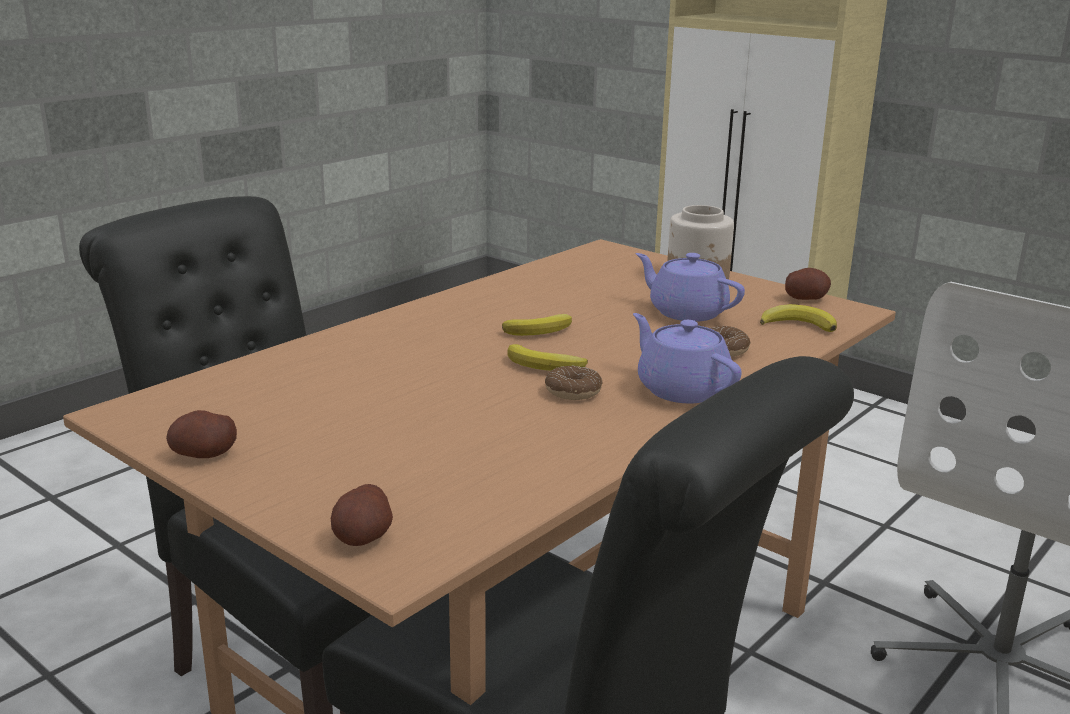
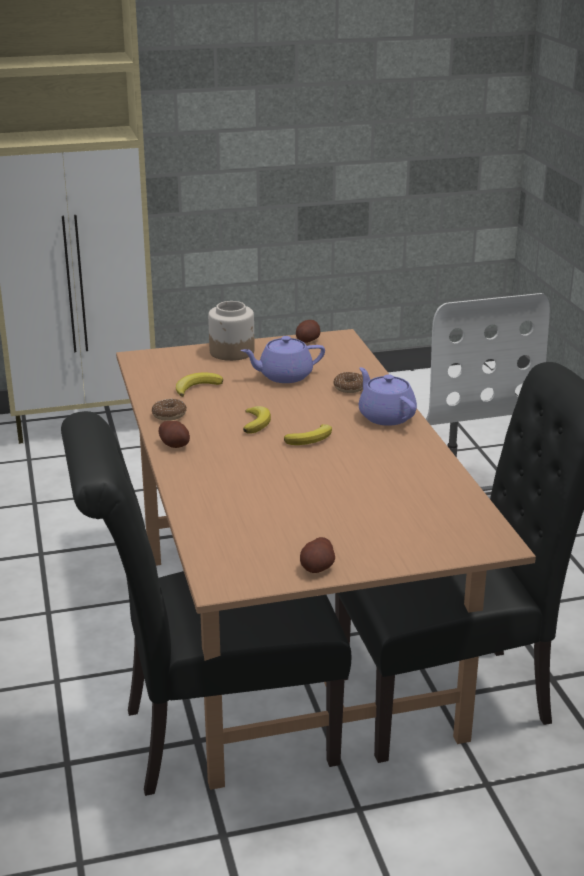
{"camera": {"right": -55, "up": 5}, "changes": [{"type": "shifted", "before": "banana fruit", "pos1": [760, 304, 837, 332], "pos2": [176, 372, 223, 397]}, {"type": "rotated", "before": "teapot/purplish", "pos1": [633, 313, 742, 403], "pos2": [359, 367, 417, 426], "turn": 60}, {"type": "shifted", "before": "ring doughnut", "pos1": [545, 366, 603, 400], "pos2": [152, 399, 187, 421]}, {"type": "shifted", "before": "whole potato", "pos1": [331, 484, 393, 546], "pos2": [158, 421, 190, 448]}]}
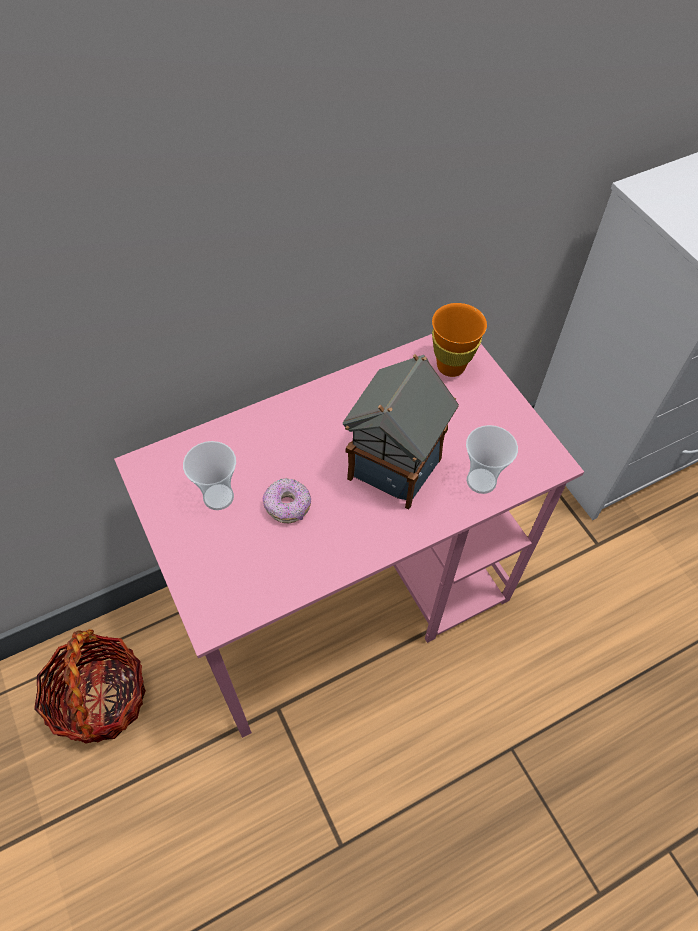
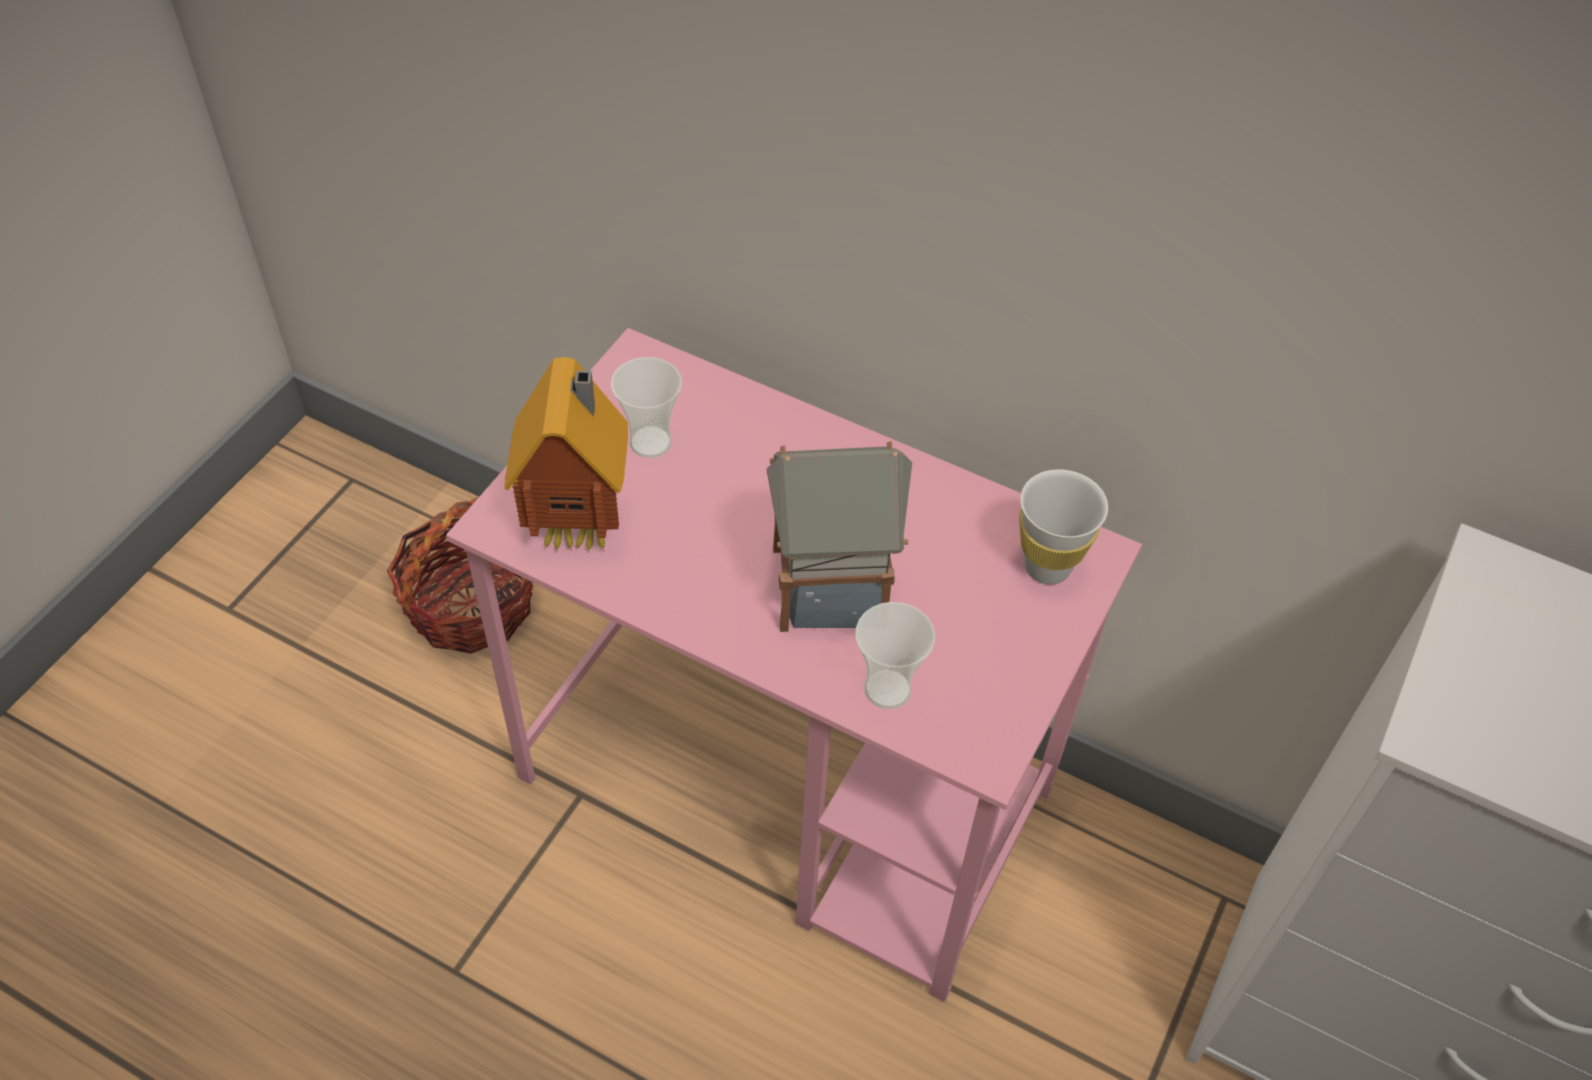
{"camera": {"right": 55, "up": -5}, "changes": [{"type": "repainted", "before": "small cup/orange-coloured", "after": "small cup/white-coloured", "pos1": [432, 303, 487, 377], "pos2": [1019, 469, 1108, 585]}, {"type": "gone", "before": "ring doughnut", "pos1": [263, 478, 311, 523]}, {"type": "new", "after": "miniature house", "pos2": [504, 357, 628, 553]}]}
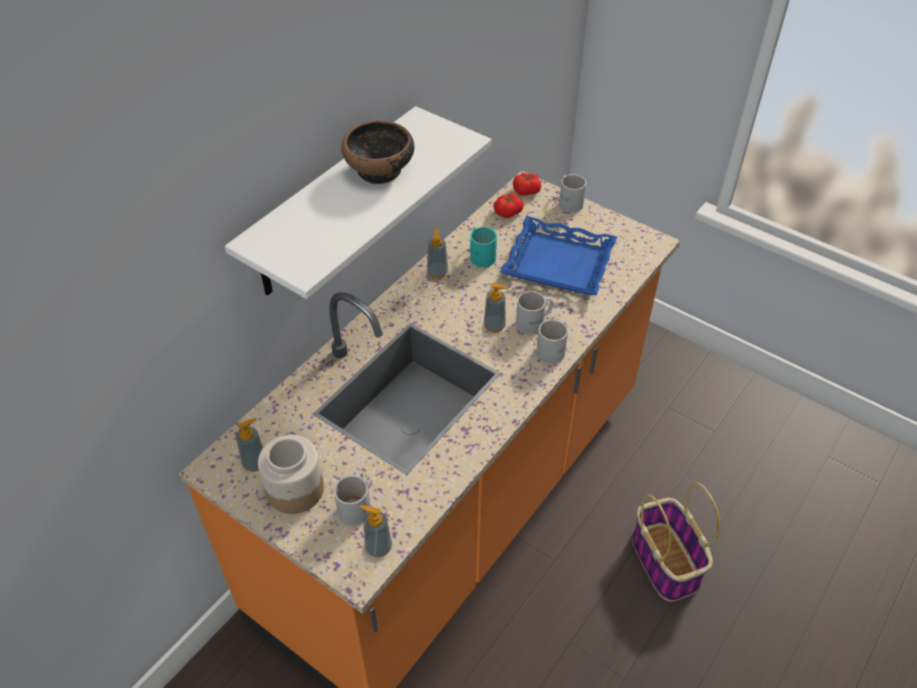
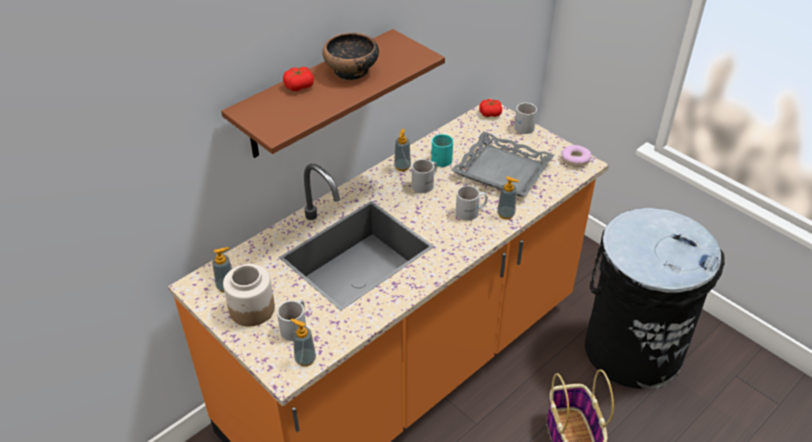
{"camera": {"right": 10, "up": -5}, "changes": [{"type": "repainted", "before": "shelf/white-coloured", "after": "shelf/brownish", "pos1": [224, 106, 492, 299], "pos2": [221, 29, 445, 158]}, {"type": "shifted", "before": "whole tomato", "pos1": [494, 193, 524, 218], "pos2": [283, 67, 314, 91]}, {"type": "repainted", "before": "carrying tray/bluish", "after": "carrying tray/gray", "pos1": [500, 216, 617, 295], "pos2": [451, 131, 554, 197]}, {"type": "shifted", "before": "liquid soap bottle", "pos1": [484, 283, 508, 333], "pos2": [497, 176, 519, 219]}, {"type": "shifted", "before": "tea mug/white-coloured", "pos1": [536, 319, 568, 363], "pos2": [412, 159, 437, 193]}, {"type": "new", "after": "ring doughnut", "pos2": [561, 145, 591, 167]}, {"type": "new", "after": "waste bin/blackish", "pos2": [585, 208, 724, 389]}]}
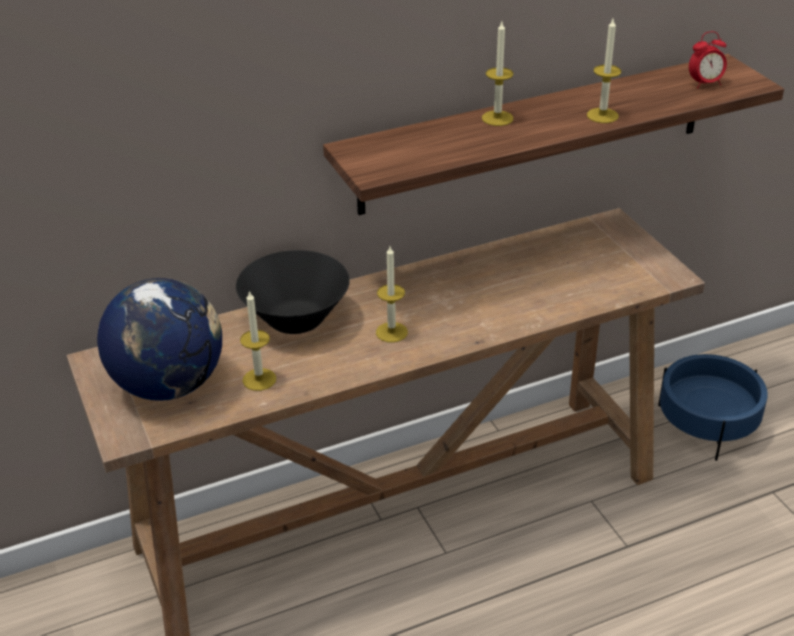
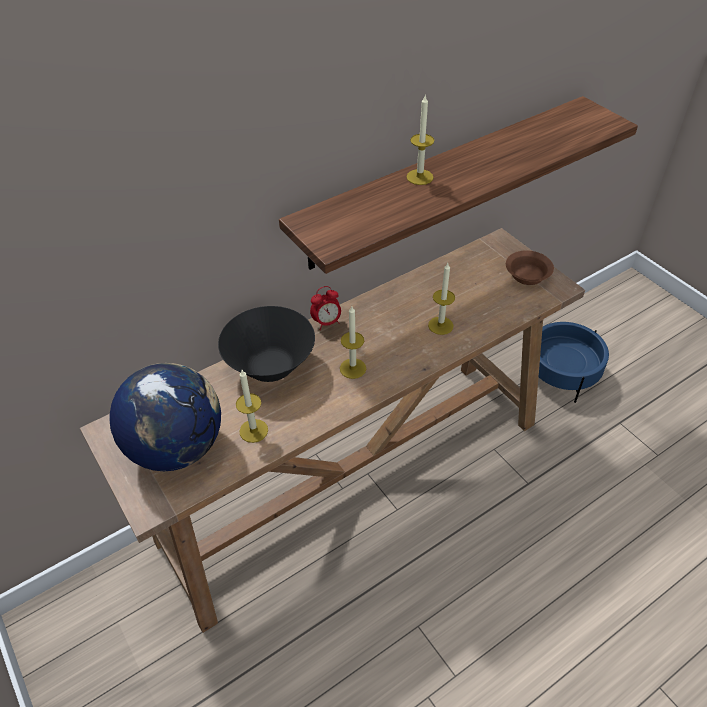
{"camera": {"right": -10, "up": 10}, "changes": [{"type": "shifted", "before": "wax light", "pos1": [587, 19, 621, 123], "pos2": [428, 263, 455, 335]}, {"type": "shifted", "before": "table clock", "pos1": [689, 31, 727, 88], "pos2": [310, 286, 341, 330]}, {"type": "new", "after": "bowl/brownish", "pos2": [506, 250, 554, 285]}]}
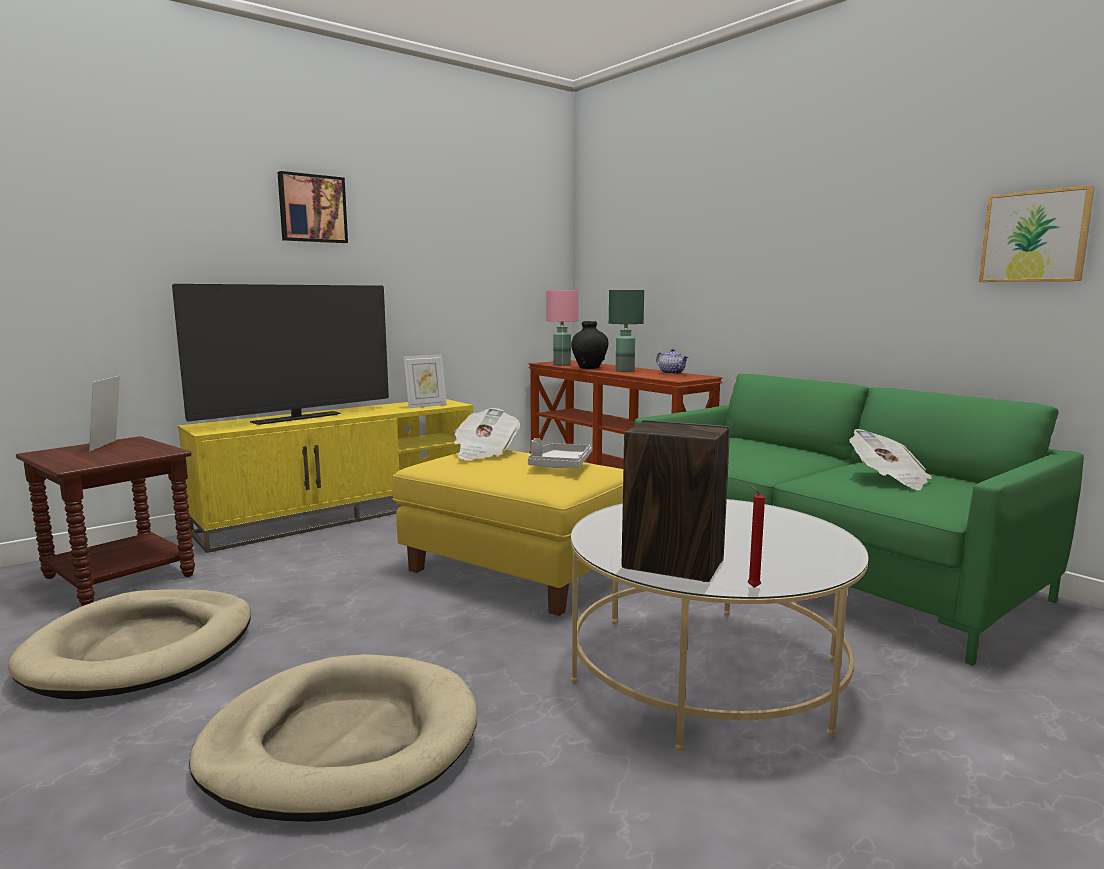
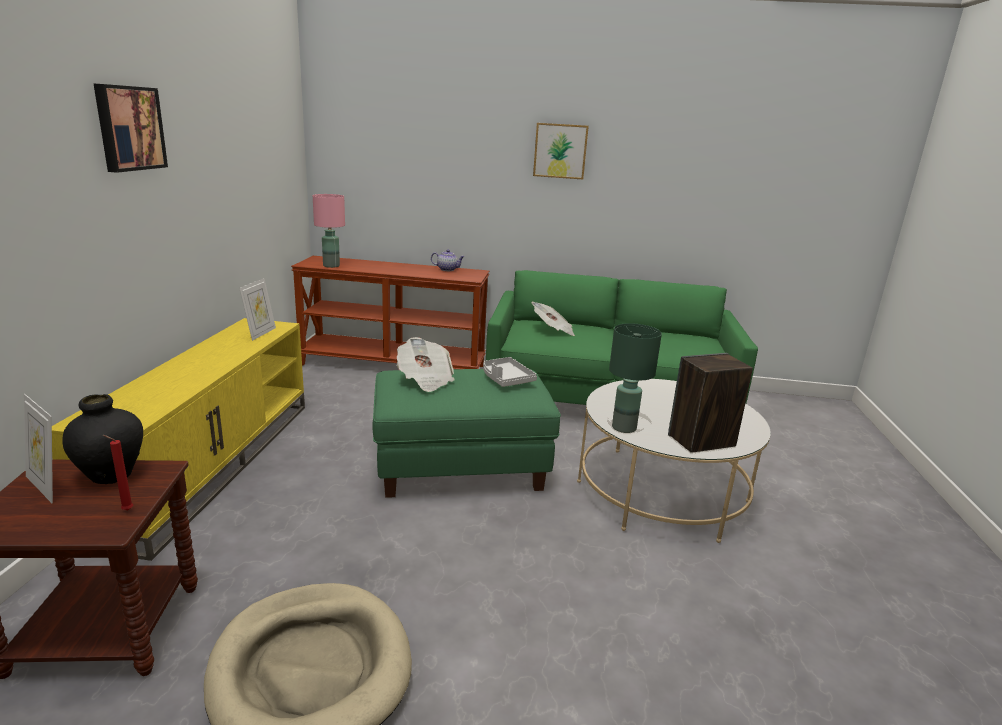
{"camera": {"right": -45, "up": 10}, "changes": [{"type": "shifted", "before": "wall picture", "pos1": [979, 186, 1095, 282], "pos2": [533, 123, 589, 179]}, {"type": "gone", "before": "TV set", "pos1": [172, 284, 389, 425]}, {"type": "shifted", "before": "table lamp/greenish", "pos1": [609, 290, 644, 372], "pos2": [609, 323, 662, 433]}, {"type": "shifted", "before": "flower vase/blackish", "pos1": [571, 321, 608, 369], "pos2": [62, 394, 143, 484]}, {"type": "shifted", "before": "daily paper", "pos1": [849, 429, 932, 490], "pos2": [531, 302, 574, 336]}, {"type": "repainted", "before": "ottoman/yellowish", "after": "ottoman/greenish", "pos1": [392, 450, 623, 616], "pos2": [372, 369, 561, 498]}, {"type": "shifted", "before": "wax light/red-coloured", "pos1": [748, 484, 765, 588], "pos2": [103, 435, 133, 510]}, {"type": "gone", "before": "pet bed/sand-coloured", "pos1": [189, 654, 477, 822]}]}
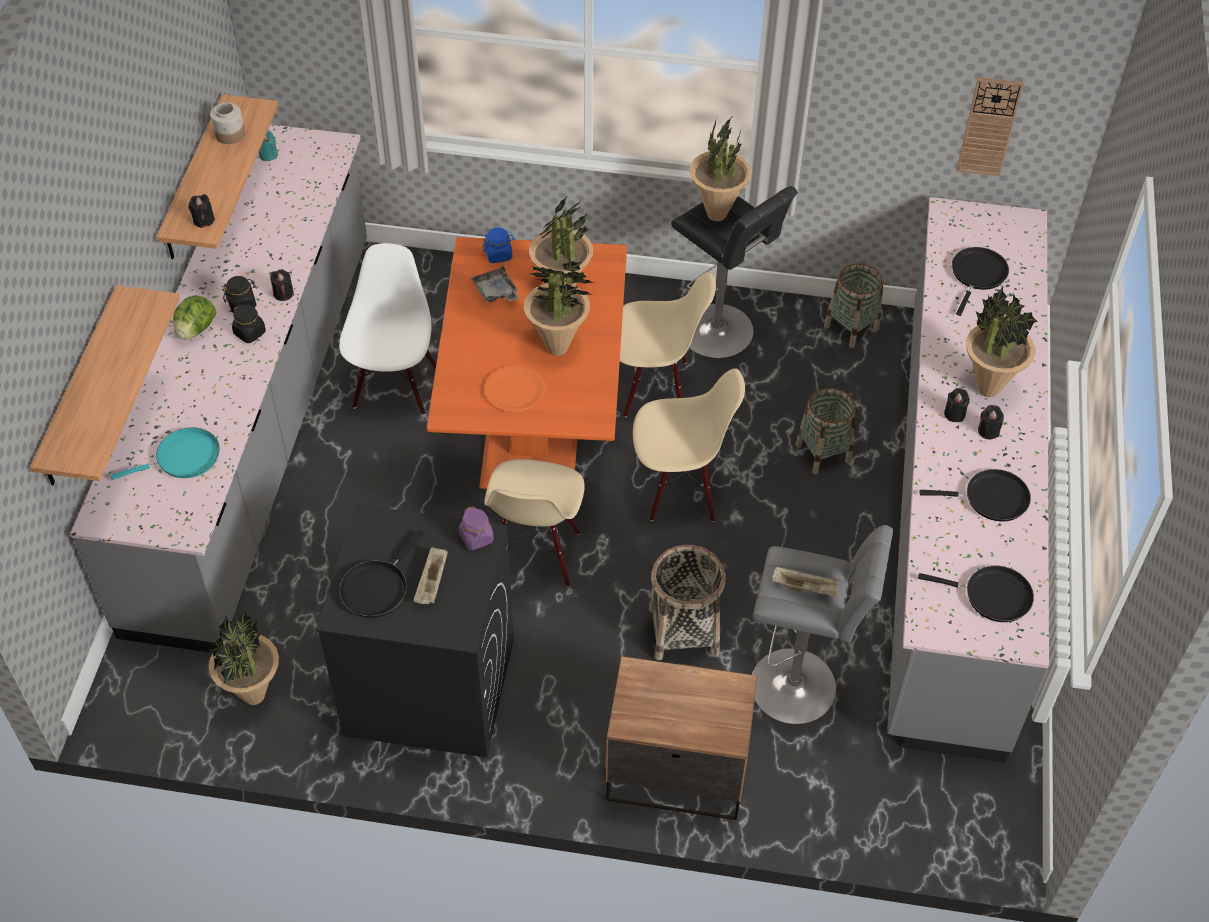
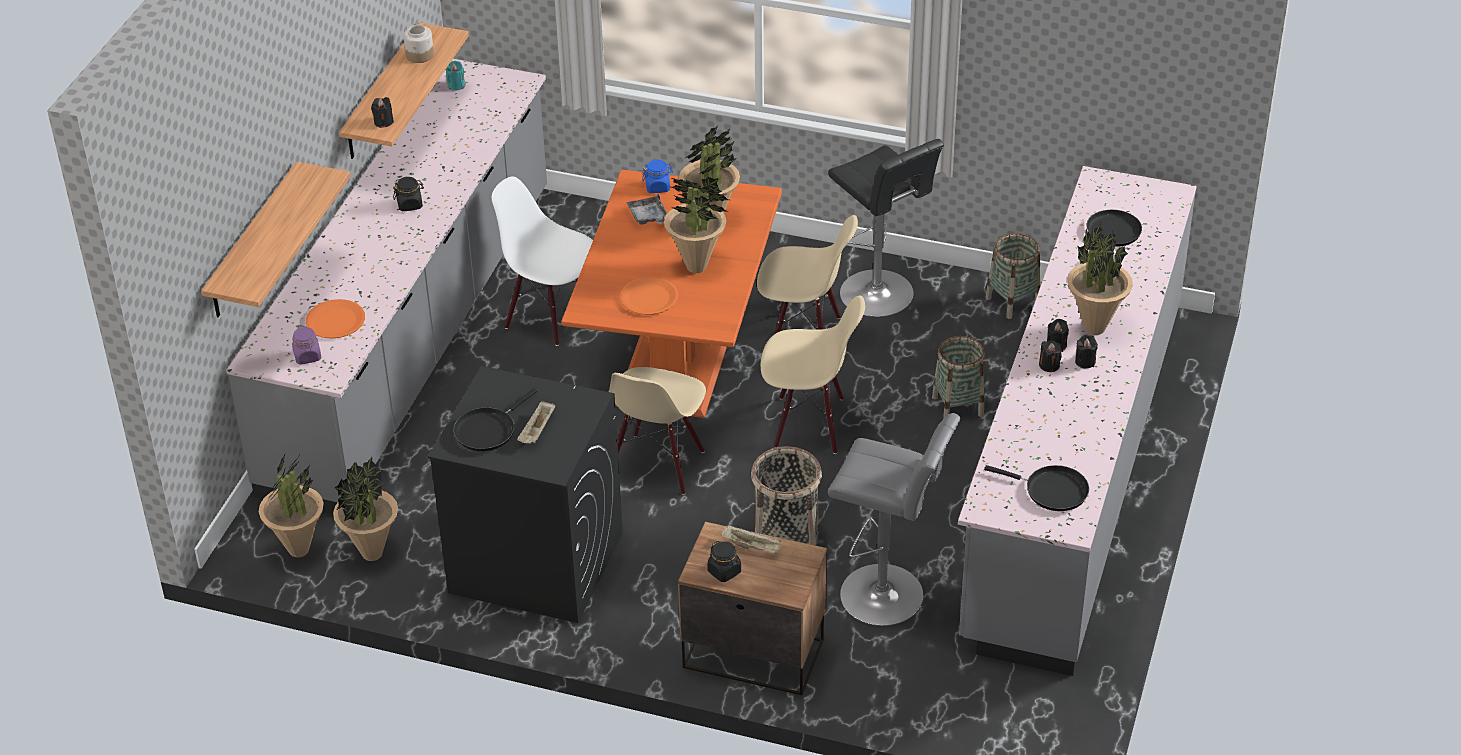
{"camera": {"right": 10, "up": -10}, "changes": [{"type": "gone", "before": "wall clock", "pos1": [957, 77, 1024, 176]}, {"type": "shifted", "before": "houseplant", "pos1": [689, 117, 752, 221], "pos2": [259, 453, 324, 557]}, {"type": "rotated", "before": "plain chair/white-coloured", "pos1": [339, 243, 436, 415], "pos2": [492, 177, 593, 346], "turn": -75}, {"type": "shifted", "before": "wax light/blackish", "pos1": [270, 269, 294, 301], "pos2": [1039, 340, 1062, 372]}, {"type": "gone", "before": "head of lettuce", "pos1": [173, 295, 216, 340]}, {"type": "shifted", "before": "storage jar/blackish", "pos1": [232, 305, 266, 343], "pos2": [707, 541, 741, 582]}, {"type": "swapped", "before": "skillet/blue-green", "after": "flat dish/orange-coloured", "pos1": [111, 428, 220, 480], "pos2": [306, 299, 365, 339]}, {"type": "gone", "before": "skillet/blackish", "pos1": [919, 469, 1031, 521]}, {"type": "shifted", "before": "storage jar/purplish", "pos1": [459, 506, 494, 550], "pos2": [292, 326, 321, 364]}, {"type": "shifted", "before": "carrying tray/sand-coloured", "pos1": [772, 566, 837, 597], "pos2": [721, 525, 781, 554]}]}
